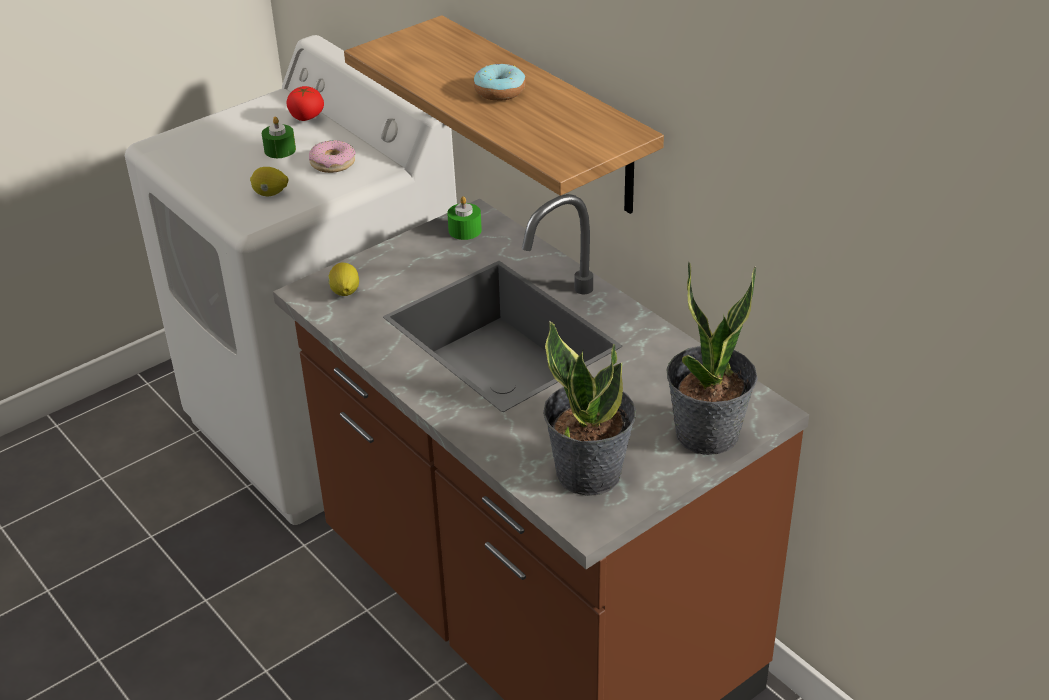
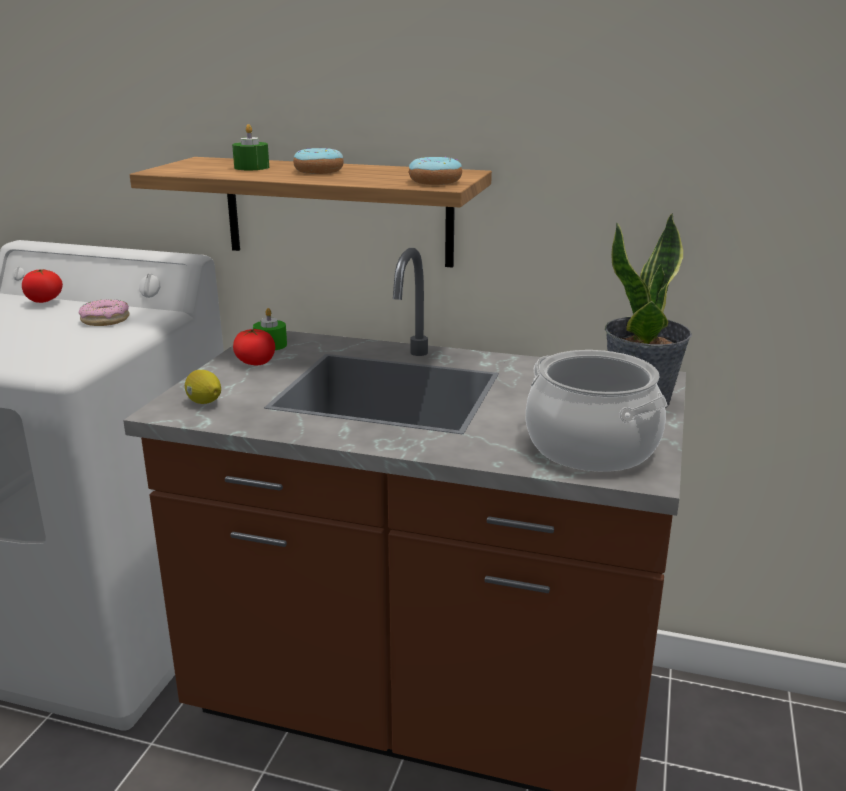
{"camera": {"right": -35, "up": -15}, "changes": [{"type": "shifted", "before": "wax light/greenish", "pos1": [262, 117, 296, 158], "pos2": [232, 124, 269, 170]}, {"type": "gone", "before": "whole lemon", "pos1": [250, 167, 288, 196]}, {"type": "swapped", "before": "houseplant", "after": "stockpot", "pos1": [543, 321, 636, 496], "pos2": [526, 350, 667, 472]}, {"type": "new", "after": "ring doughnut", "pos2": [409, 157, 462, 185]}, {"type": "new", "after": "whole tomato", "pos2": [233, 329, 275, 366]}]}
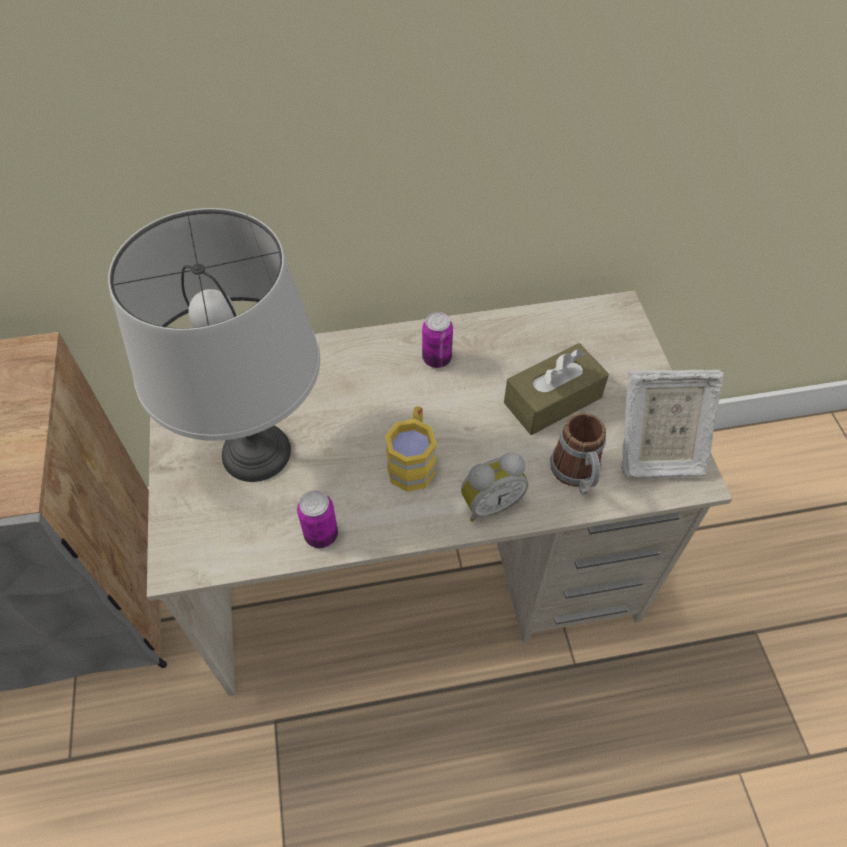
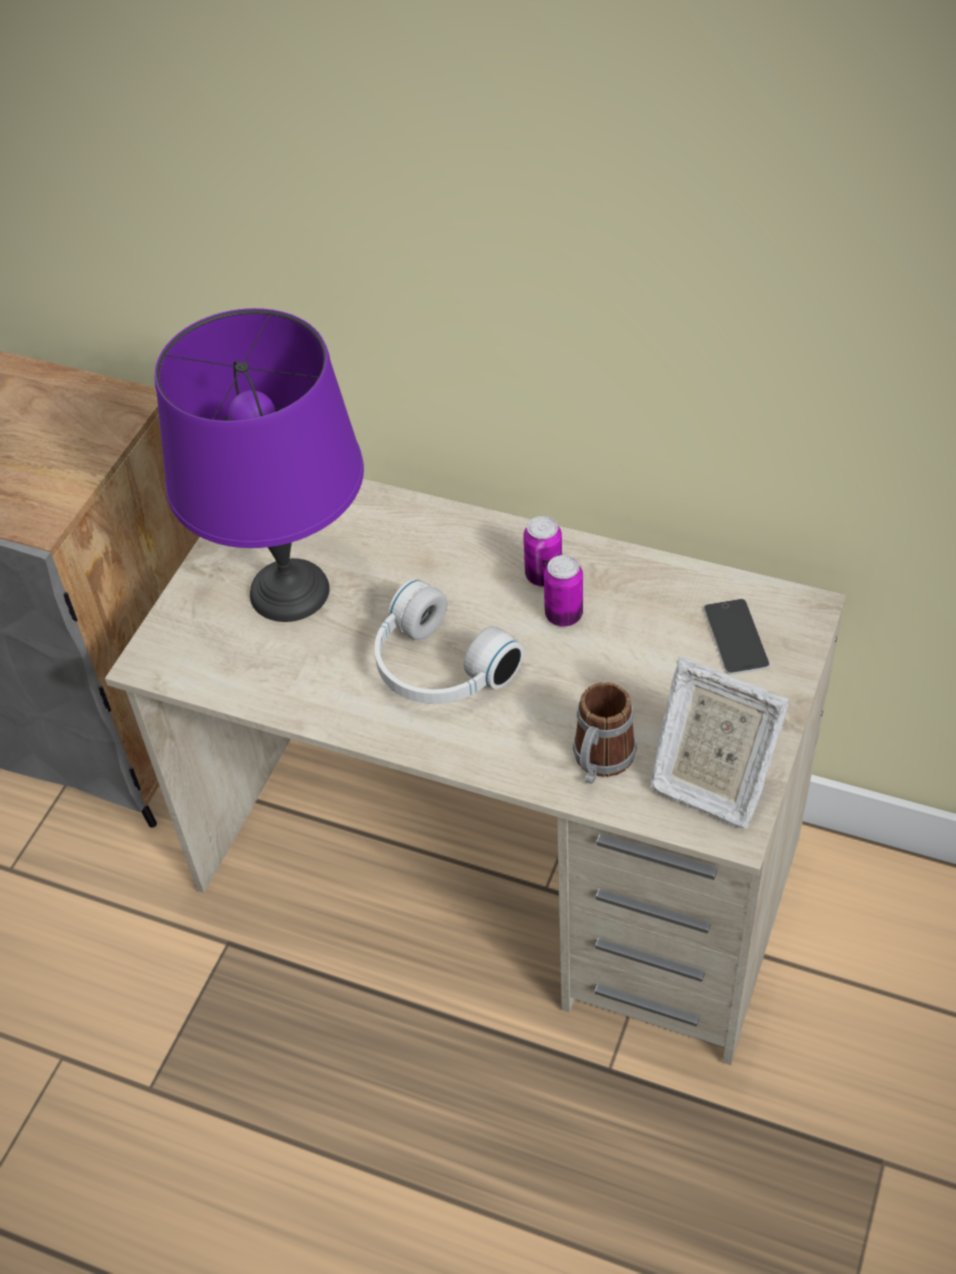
{"camera": {"right": 35, "up": -5}, "changes": [{"type": "repainted", "before": "table lamp/gray", "after": "table lamp/purplish", "pos1": [108, 208, 320, 482], "pos2": [155, 308, 364, 622]}, {"type": "gone", "before": "box of tissues/brownish", "pos1": [504, 343, 609, 435]}, {"type": "swapped", "before": "tea mug/yellowish", "after": "headphones/white-coloured", "pos1": [385, 406, 436, 492], "pos2": [374, 579, 524, 704]}, {"type": "gone", "before": "table clock", "pos1": [461, 452, 528, 522]}, {"type": "shifted", "before": "can", "pos1": [297, 490, 338, 548], "pos2": [544, 555, 583, 627]}, {"type": "new", "after": "handset", "pos2": [703, 599, 770, 675]}]}
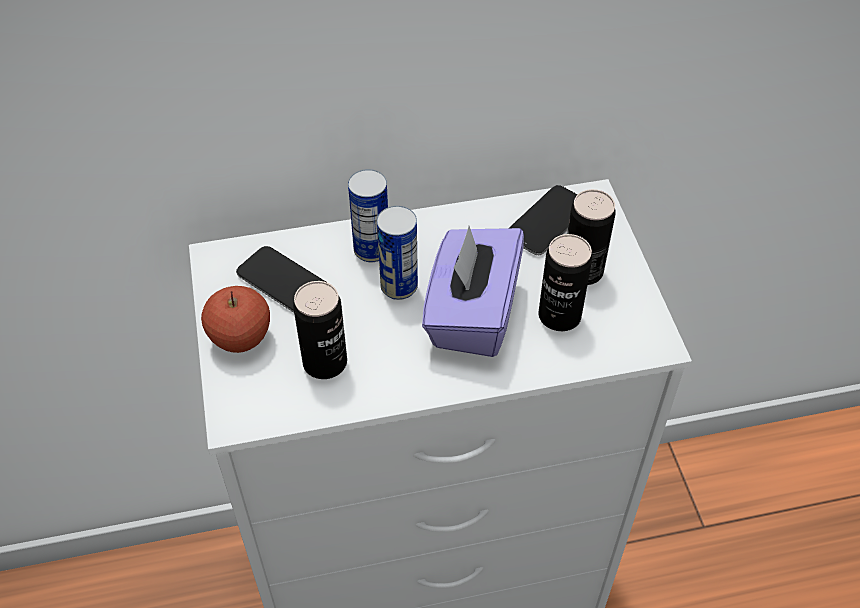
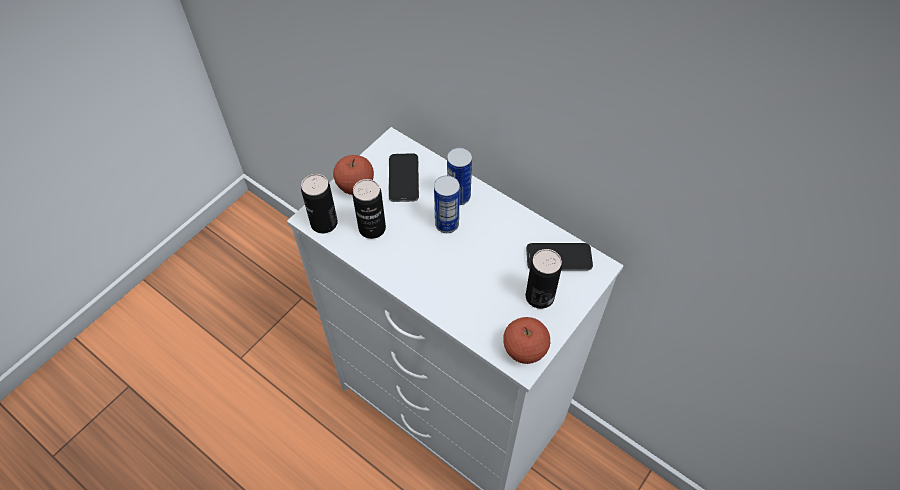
{"camera": {"right": 50, "up": 5}, "changes": [{"type": "gone", "before": "box of tissues/purplish", "pos1": [422, 226, 524, 357]}, {"type": "shifted", "before": "can", "pos1": [539, 234, 592, 331], "pos2": [301, 174, 338, 234]}, {"type": "new", "after": "apple", "pos2": [503, 317, 550, 364]}]}
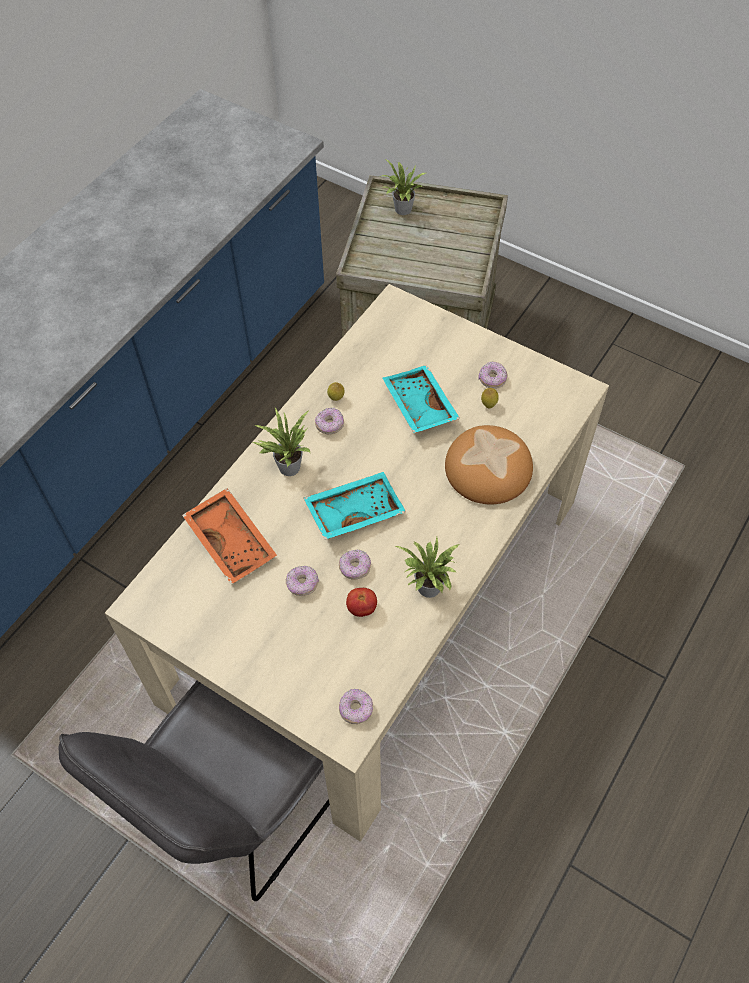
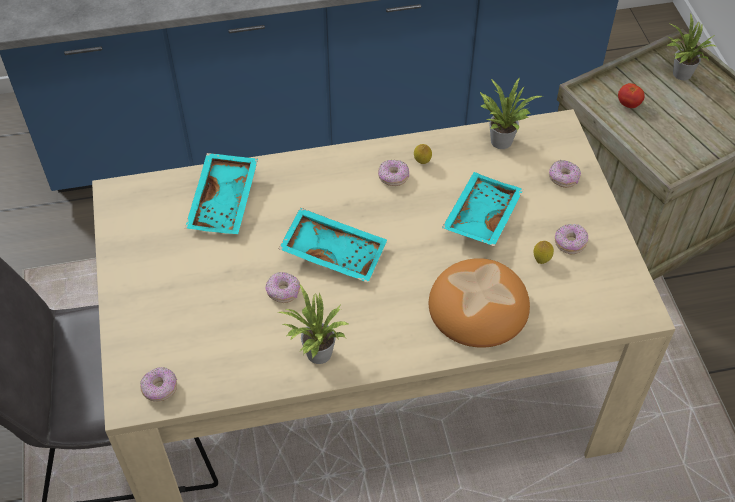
{"camera": {"right": 45, "up": -5}, "changes": [{"type": "shifted", "before": "houseplant", "pos1": [253, 408, 310, 476], "pos2": [479, 77, 542, 149]}, {"type": "repainted", "before": "carrying tray/orange-coloured", "after": "carrying tray/blue-green", "pos1": [182, 488, 277, 585], "pos2": [185, 153, 258, 234]}, {"type": "shifted", "before": "ring doughnut", "pos1": [286, 566, 319, 596], "pos2": [549, 160, 581, 188]}, {"type": "shifted", "before": "whole tomato", "pos1": [346, 588, 377, 617], "pos2": [618, 83, 645, 108]}]}
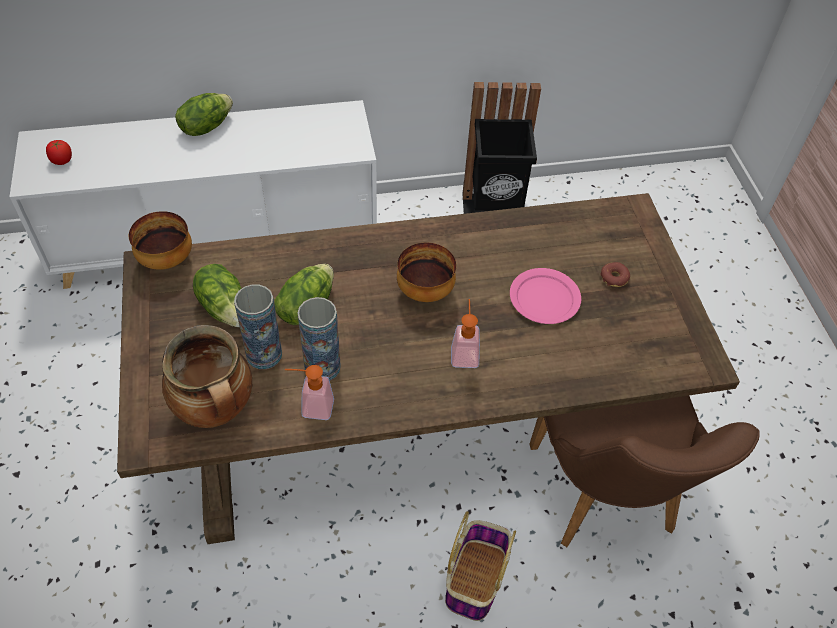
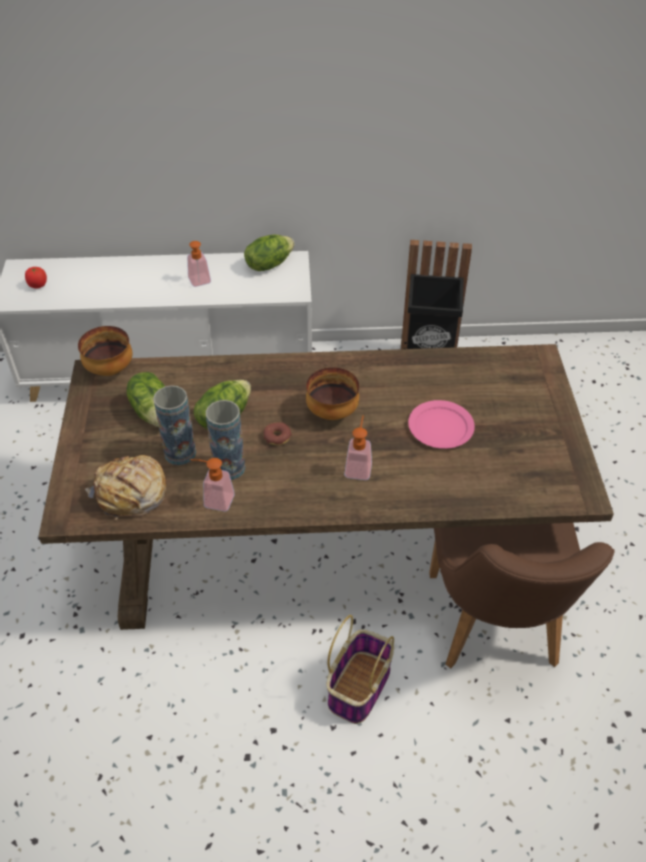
{"camera": {"right": 10, "up": -5}, "changes": [{"type": "shifted", "before": "head of lettuce", "pos1": [175, 93, 233, 136], "pos2": [244, 235, 295, 271]}, {"type": "shifted", "before": "ring doughnut", "pos1": [600, 262, 630, 287], "pos2": [264, 422, 292, 445]}, {"type": "swapped", "before": "stockpot", "after": "baked bread", "pos1": [162, 325, 252, 428], "pos2": [85, 455, 166, 520]}, {"type": "new", "after": "liquid soap bottle", "pos2": [187, 241, 211, 287]}]}
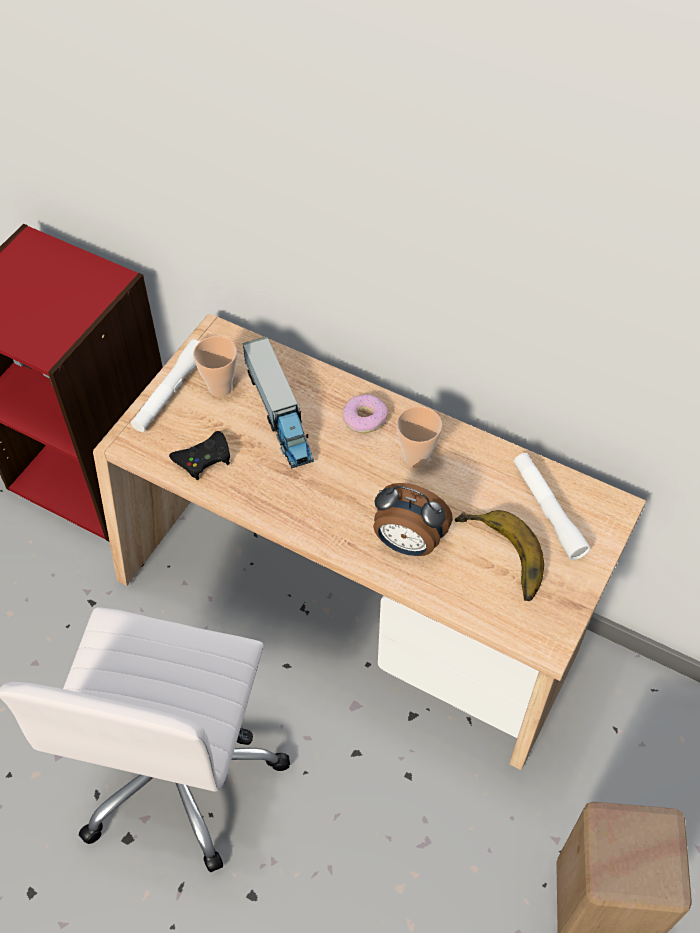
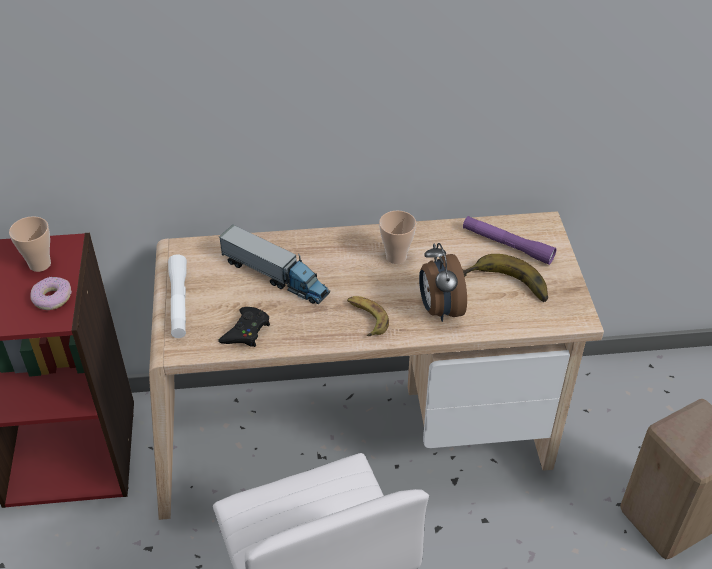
{"camera": {"right": -35, "up": -10}, "changes": [{"type": "shifted", "before": "small cup", "pos1": [193, 336, 237, 397], "pos2": [9, 216, 51, 272]}, {"type": "shifted", "before": "ring doughnut", "pos1": [343, 394, 388, 433], "pos2": [30, 277, 72, 310]}, {"type": "repainted", "before": "hand torch/white-coloured", "after": "hand torch/purplish", "pos1": [514, 453, 591, 560], "pos2": [463, 216, 557, 265]}, {"type": "rotated", "before": "table clock", "pos1": [373, 483, 453, 556], "pos2": [419, 243, 467, 322], "turn": 90}, {"type": "new", "after": "banana fruit", "pos2": [347, 296, 389, 336]}]}
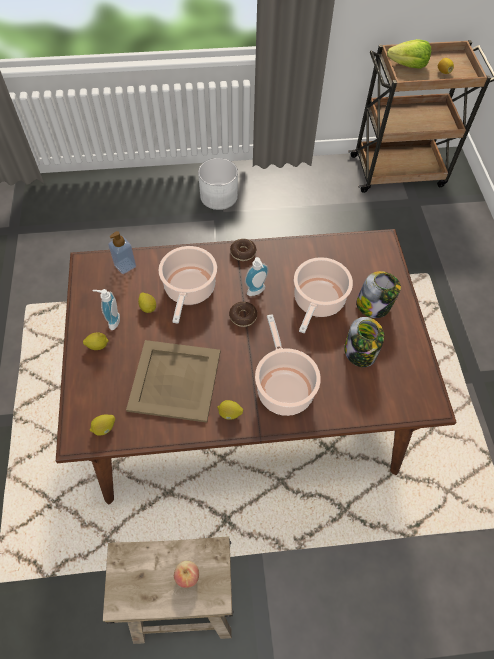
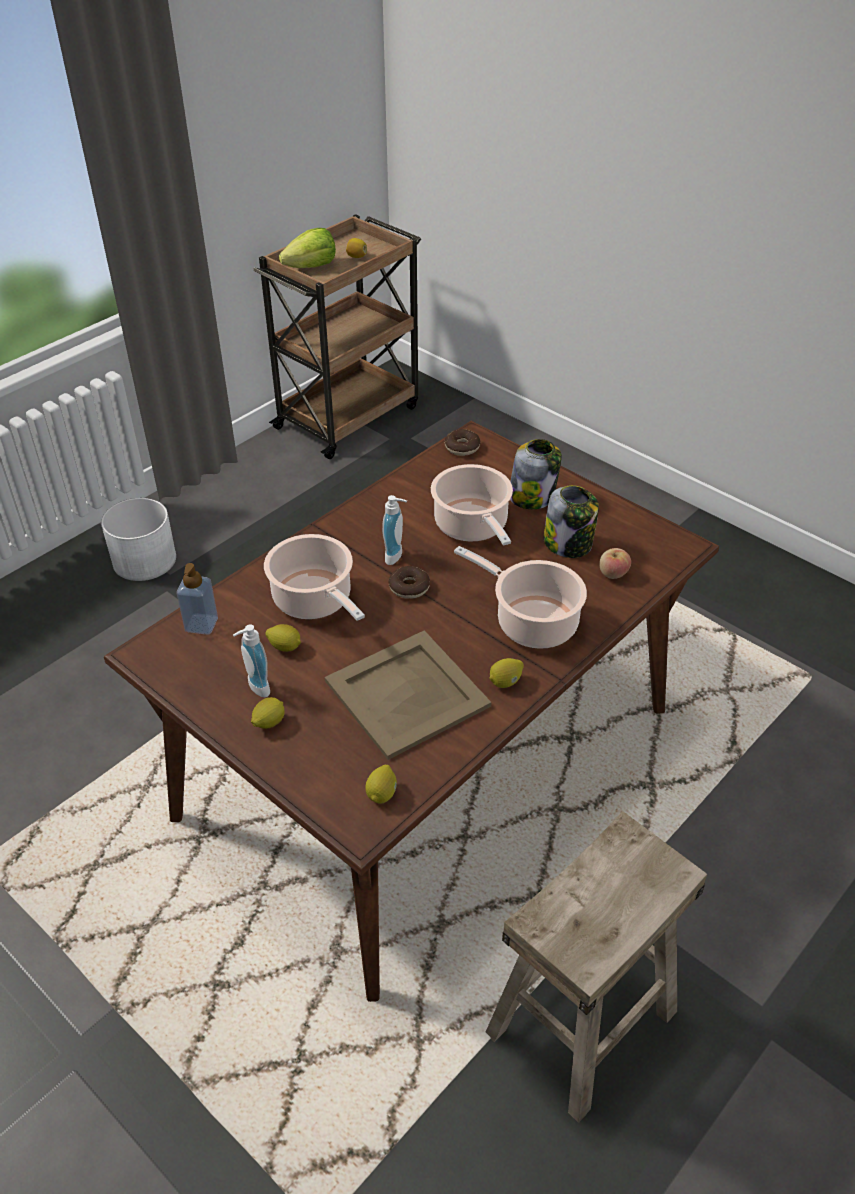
{"camera": {"right": -40, "up": -15}, "changes": [{"type": "shifted", "before": "ring doughnut", "pos1": [230, 239, 256, 261], "pos2": [445, 429, 481, 456]}, {"type": "shifted", "before": "apple", "pos1": [174, 561, 199, 588], "pos2": [600, 548, 631, 579]}]}
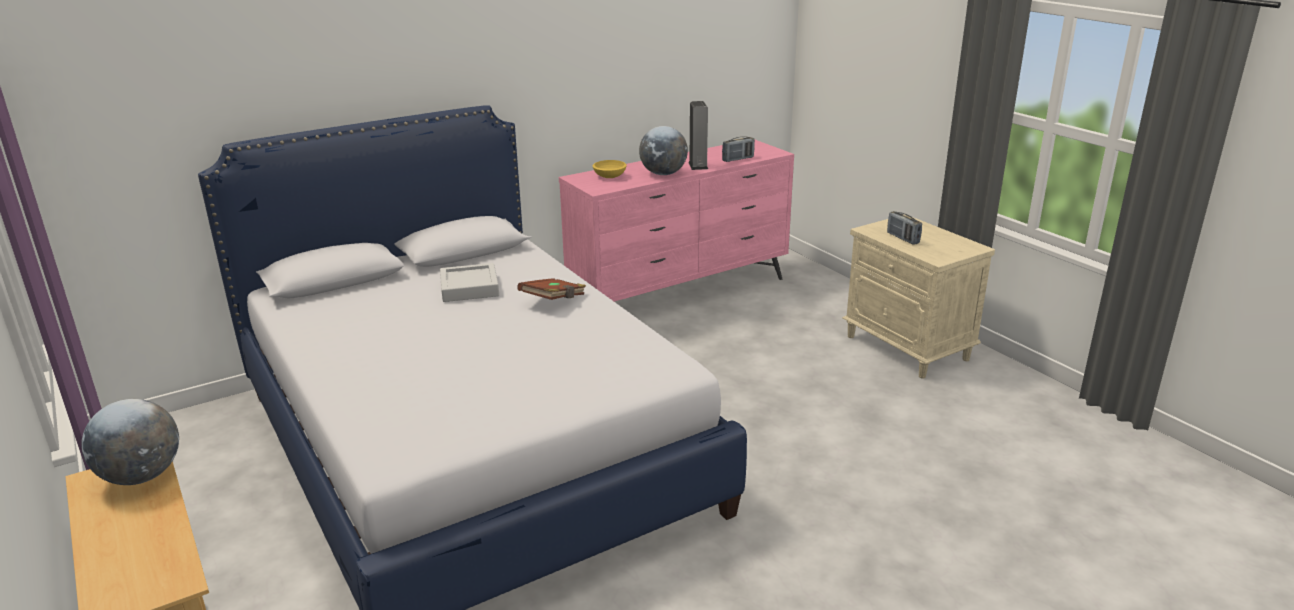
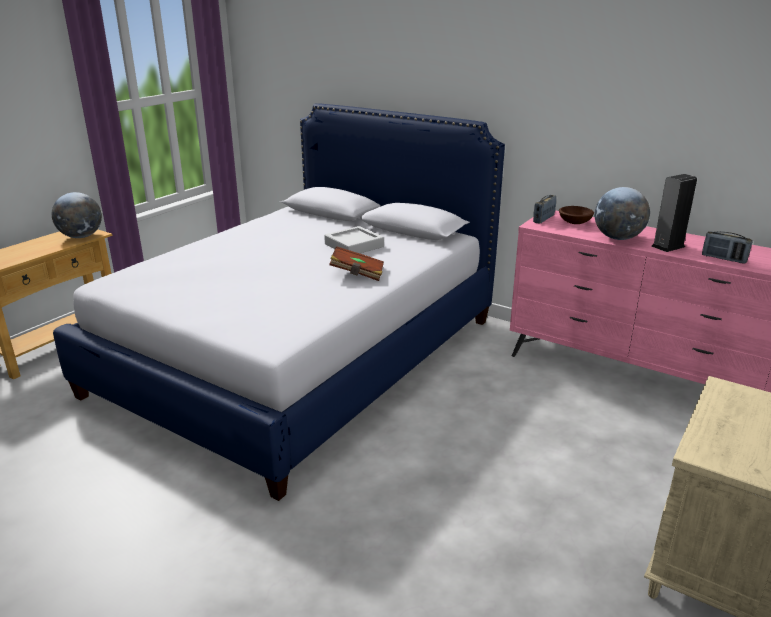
{"camera": {"right": 65, "up": 0}, "changes": [{"type": "repainted", "before": "bowl/yellowish", "after": "bowl/brownish", "pos1": [593, 160, 627, 178], "pos2": [559, 206, 594, 224]}, {"type": "shifted", "before": "radio receiver", "pos1": [887, 211, 922, 245], "pos2": [533, 195, 556, 224]}]}
